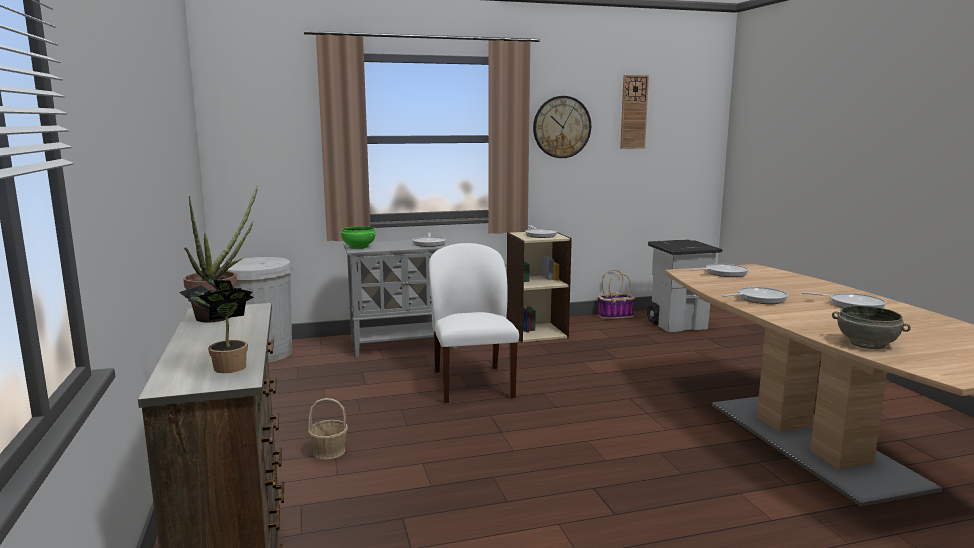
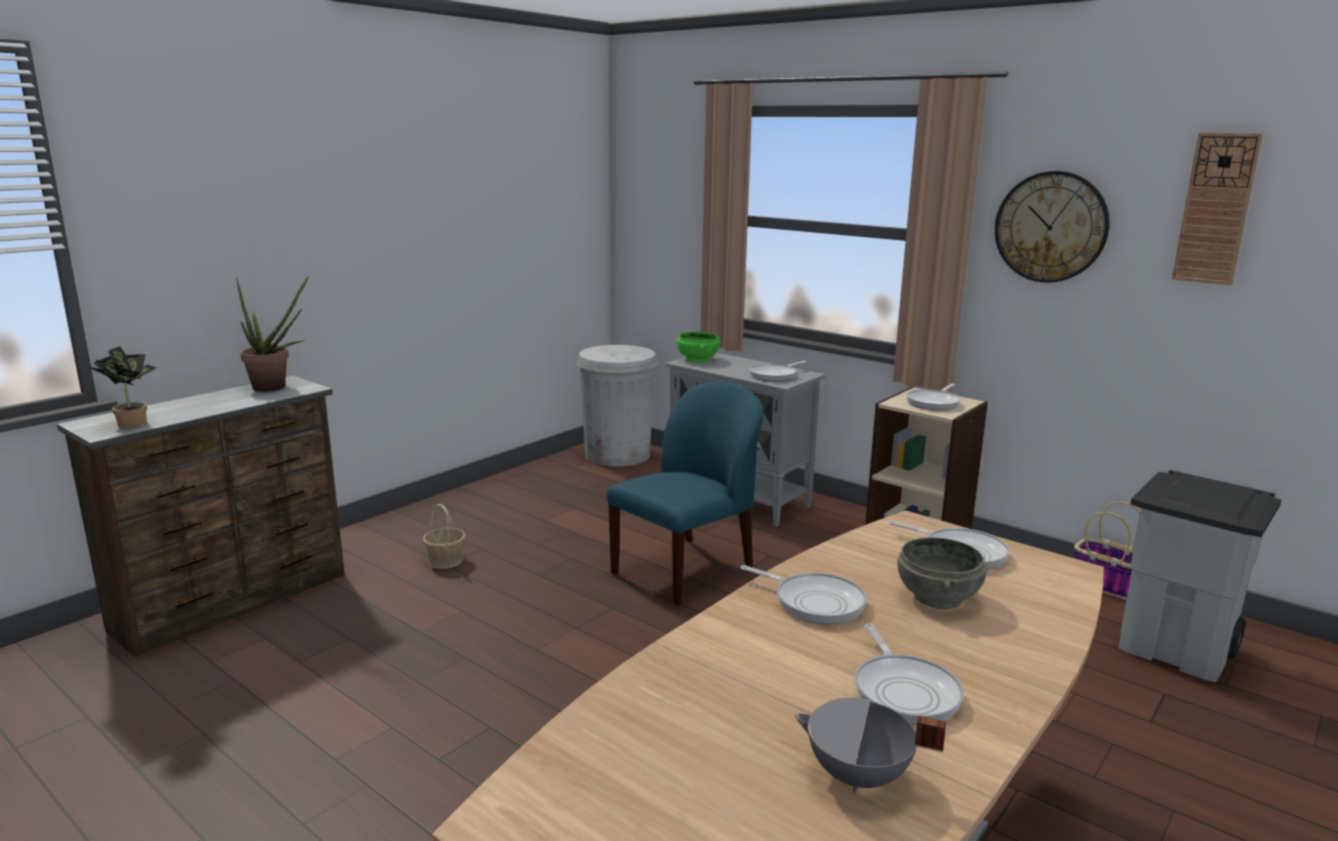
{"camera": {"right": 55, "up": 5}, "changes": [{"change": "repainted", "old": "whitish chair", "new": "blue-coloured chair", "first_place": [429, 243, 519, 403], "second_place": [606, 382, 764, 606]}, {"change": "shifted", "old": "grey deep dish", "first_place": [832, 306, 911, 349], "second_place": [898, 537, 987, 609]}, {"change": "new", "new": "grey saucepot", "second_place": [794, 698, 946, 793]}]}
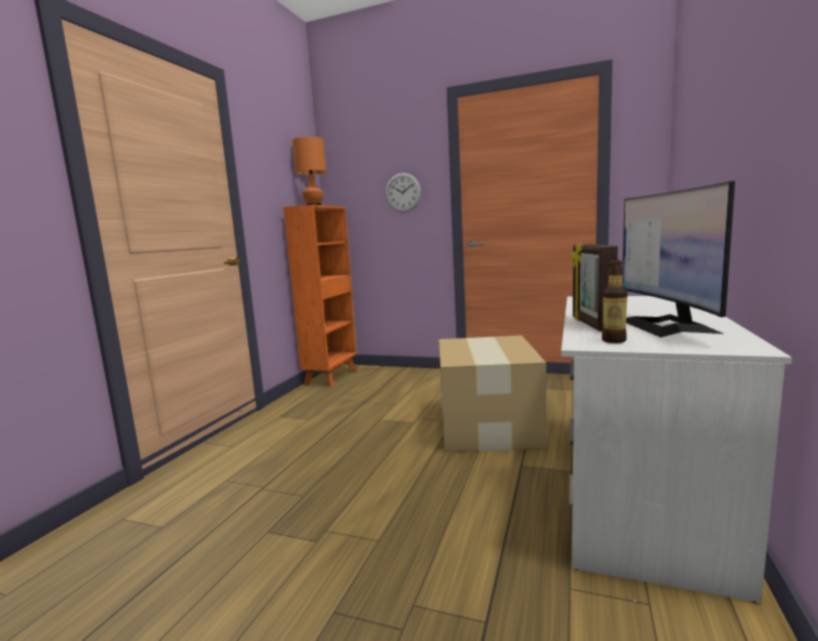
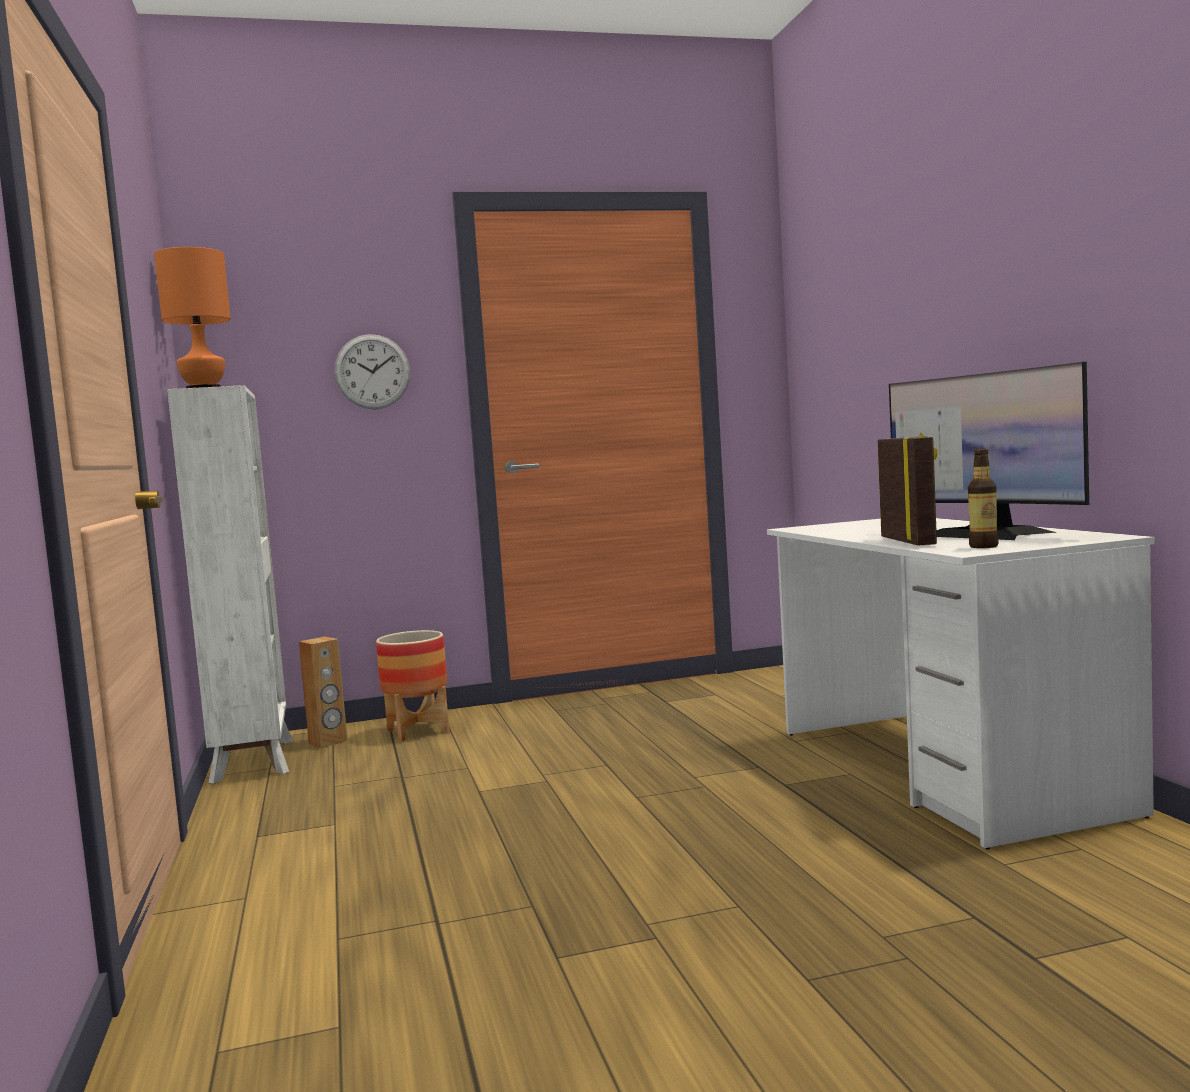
{"camera": {"right": -35, "up": -5}, "changes": [{"change": "repainted", "old": "orangey shelving unit", "new": "whitish shelving unit", "first_place": [283, 204, 357, 387], "second_place": [167, 385, 293, 784]}, {"change": "gone", "old": "packing box", "first_place": [439, 335, 546, 452]}, {"change": "rotated", "old": "picture frame", "first_place": [571, 242, 618, 332], "second_place": [877, 433, 937, 546], "degrees": -150}, {"change": "new", "new": "brown-coloured speaker", "second_place": [299, 636, 348, 748]}, {"change": "new", "new": "flower pot", "second_place": [376, 630, 449, 742]}]}
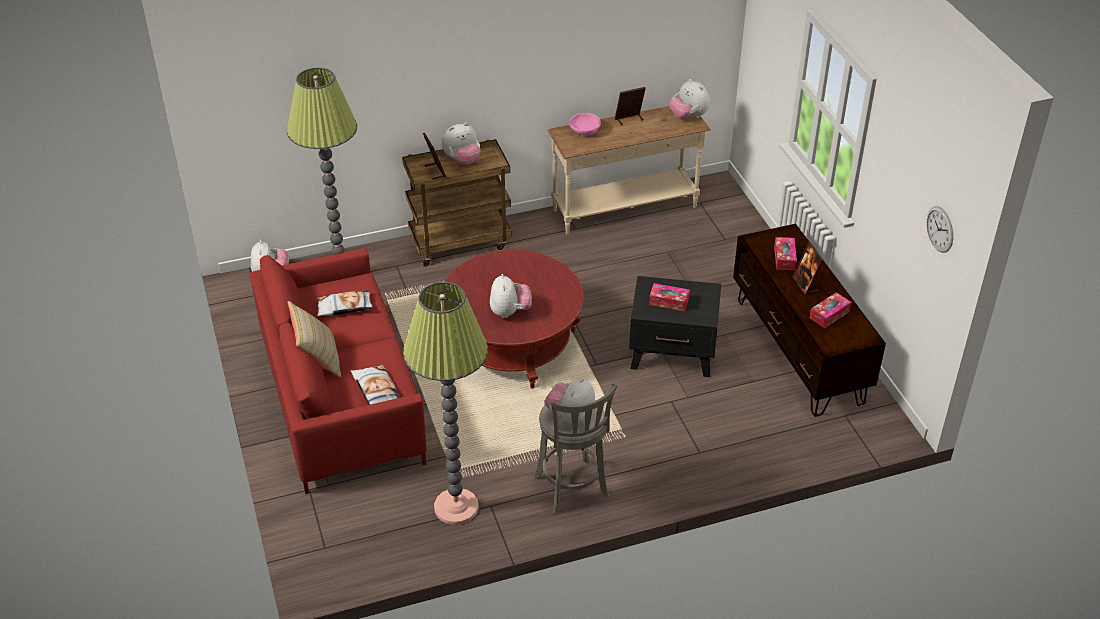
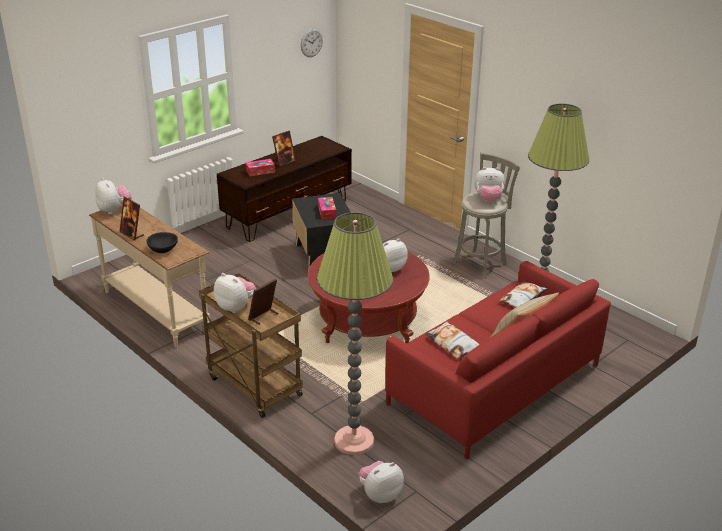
{"camera": {"right": -115, "up": -10}, "changes": [{"change": "repainted", "old": "pink-coloured deep dish", "new": "black deep dish", "first_place": [569, 113, 601, 136], "second_place": [147, 232, 178, 253]}, {"change": "rotated", "old": "cuddly toy", "first_place": [670, 79, 710, 119], "second_place": [95, 178, 132, 215], "degrees": -60}, {"change": "gone", "old": "tissue box", "first_place": [810, 292, 852, 328]}]}
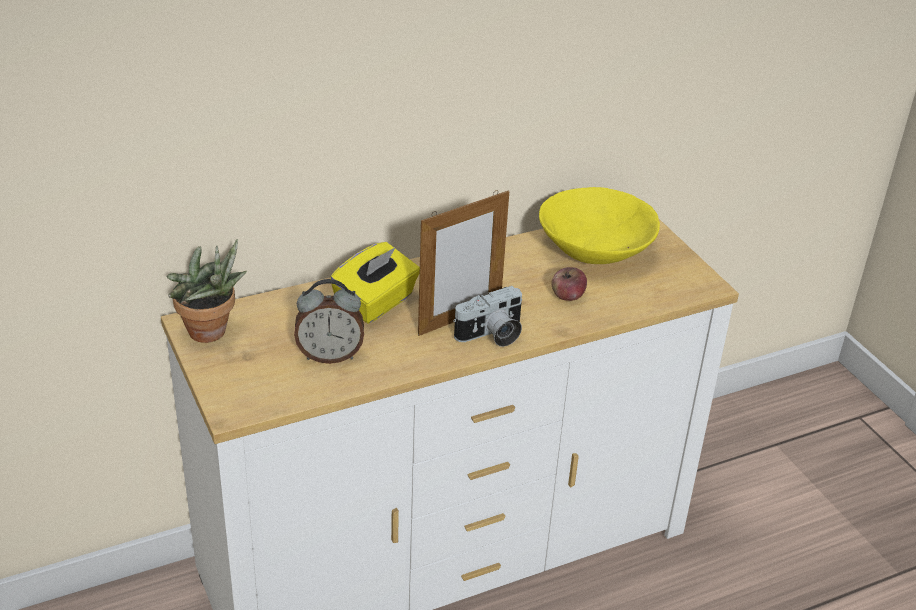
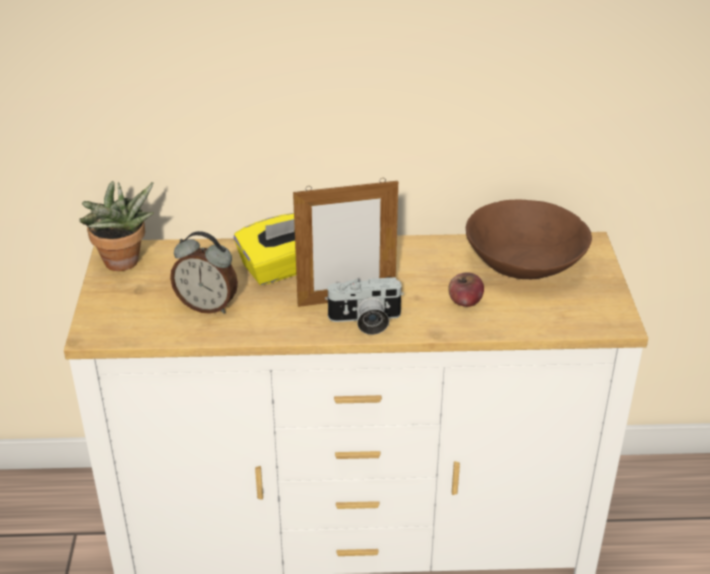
{"camera": {"right": 25, "up": 0}, "changes": [{"change": "repainted", "old": "yellowish deep dish", "new": "brown-coloured deep dish", "first_place": [539, 187, 660, 264], "second_place": [466, 200, 592, 279]}]}
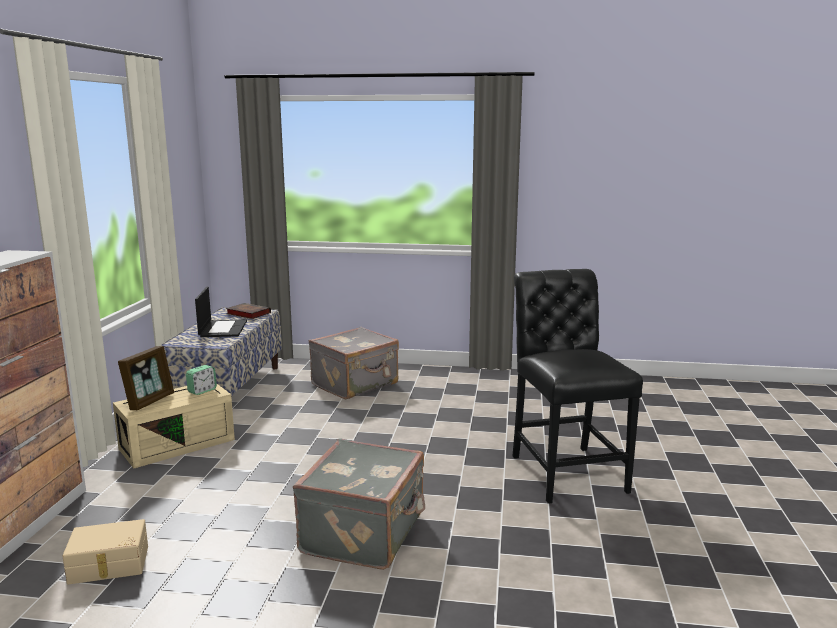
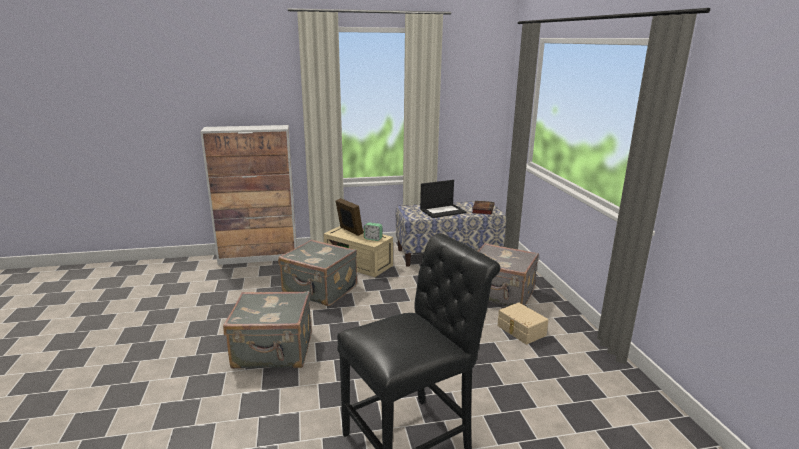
{"camera": {"right": 70, "up": 5}, "changes": [{"change": "shifted", "old": "sand-coloured storage box", "first_place": [62, 519, 148, 585], "second_place": [497, 302, 548, 345]}, {"change": "rotated", "old": "picture frame", "first_place": [118, 346, 174, 410], "second_place": [336, 198, 363, 236], "degrees": -135}, {"change": "new", "new": "grey travel case", "second_place": [278, 240, 357, 306]}]}
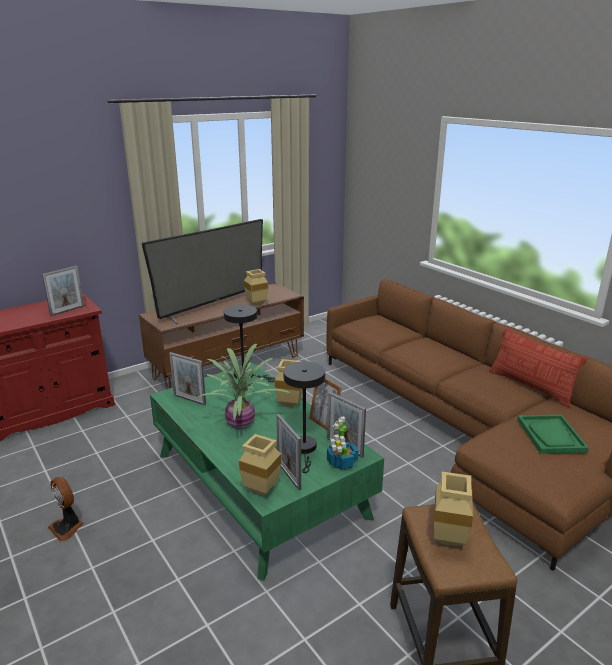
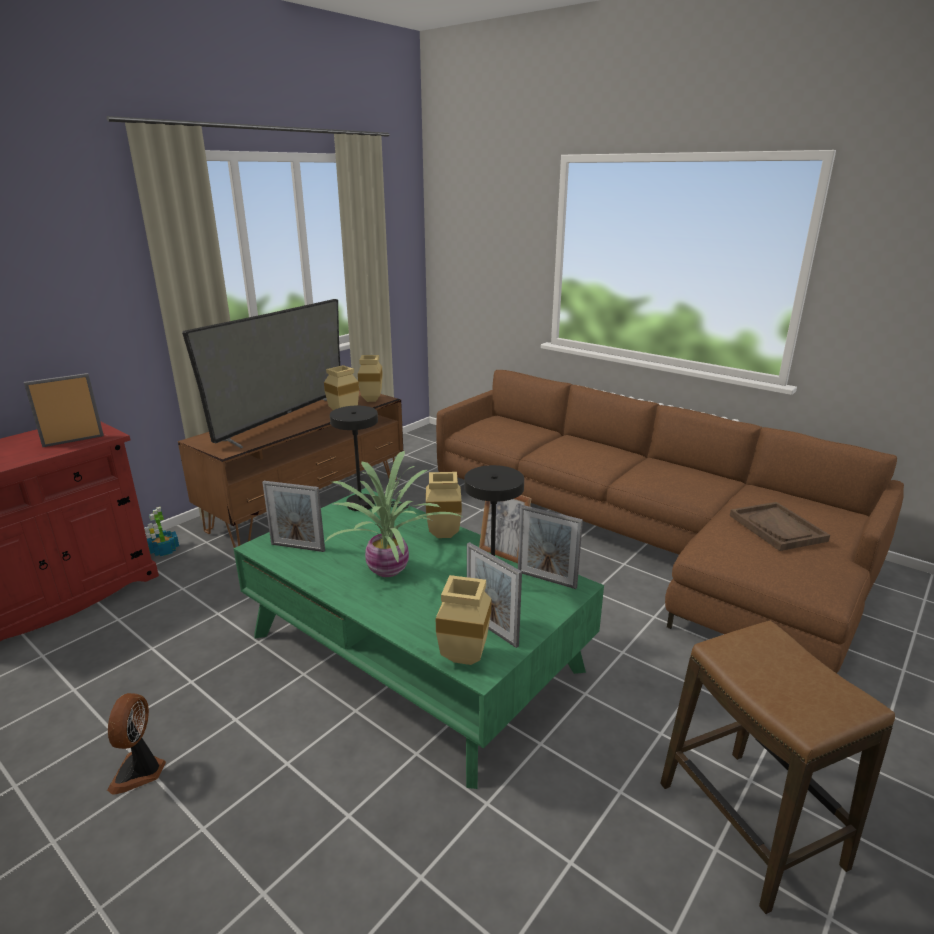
{"camera": {"right": -15, "up": 0}, "changes": [{"change": "rotated", "old": "picture frame", "first_place": [42, 266, 84, 316], "second_place": [24, 373, 104, 447], "degrees": -150}, {"change": "rotated", "old": "cooling fan", "first_place": [48, 477, 83, 542], "second_place": [107, 693, 166, 795], "degrees": 60}, {"change": "shifted", "old": "plant in a pot", "first_place": [327, 416, 358, 470], "second_place": [144, 507, 179, 557]}, {"change": "shifted", "old": "sand-coloured decorative vase", "first_place": [434, 472, 473, 546], "second_place": [358, 355, 383, 402]}, {"change": "gone", "old": "pillow", "first_place": [489, 328, 587, 407]}, {"change": "repainted", "old": "green serving tray", "new": "brown-coloured serving tray", "first_place": [517, 414, 589, 454], "second_place": [730, 502, 830, 551]}]}
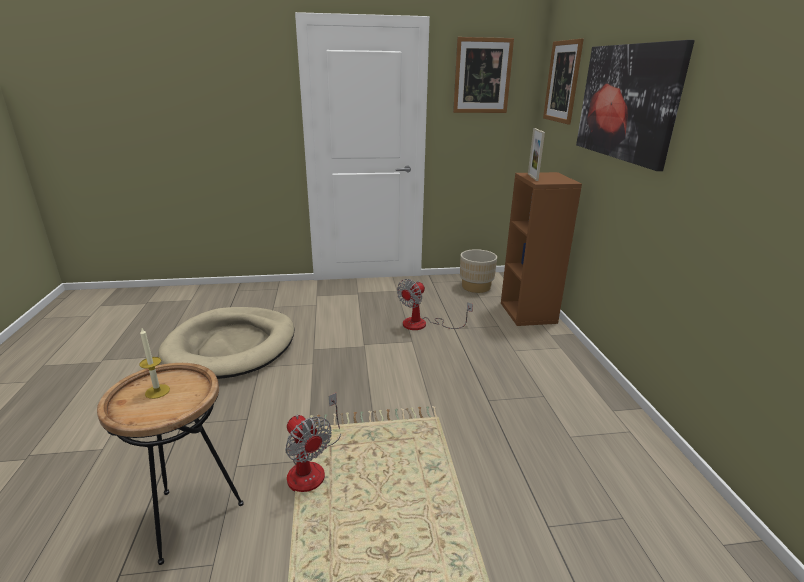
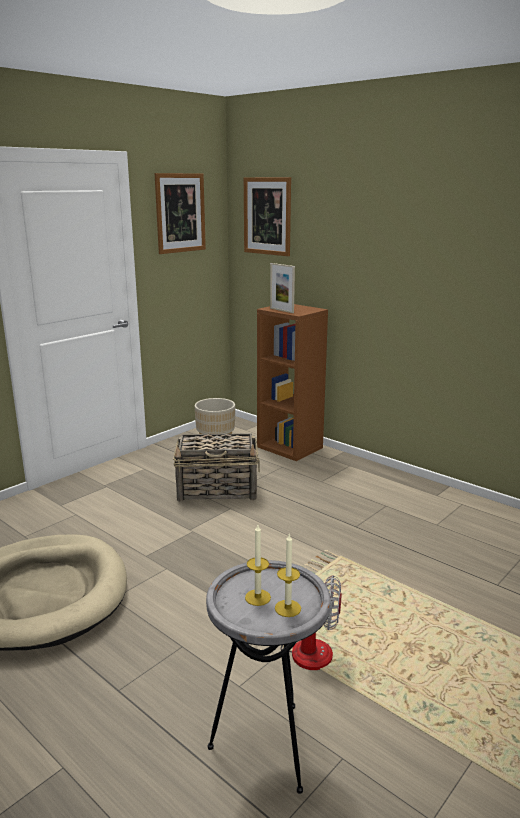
{"camera": {"right": -40, "up": -5}, "changes": [{"change": "repainted", "old": "brown-coloured side table", "new": "grey side table", "first_place": [97, 363, 244, 565], "second_place": [206, 560, 331, 794]}, {"change": "swapped", "old": "cooling fan", "new": "storage basket", "first_place": [397, 279, 473, 330], "second_place": [173, 433, 260, 502]}, {"change": "gone", "old": "wall picture", "first_place": [576, 40, 695, 171]}, {"change": "new", "new": "candle", "second_place": [275, 533, 301, 617]}]}
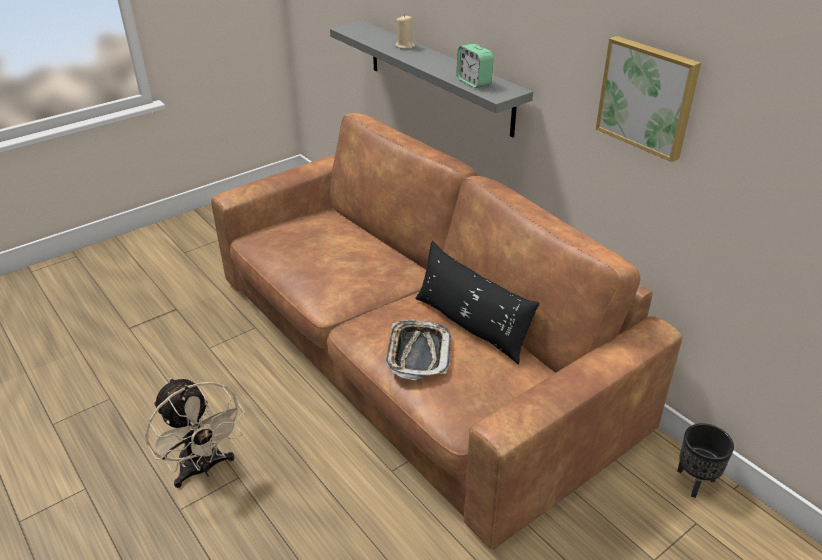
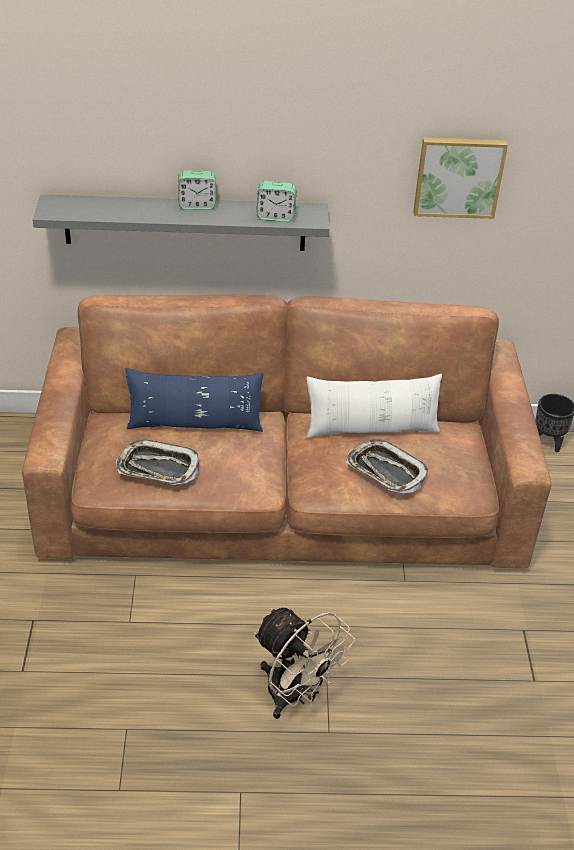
{"camera": {"right": -55, "up": 5}, "changes": [{"change": "rotated", "old": "sand-coloured cooling fan", "first_place": [145, 378, 245, 488], "second_place": [254, 608, 355, 719], "degrees": 45}, {"change": "gone", "old": "sand-coloured candle", "first_place": [395, 15, 415, 49]}, {"change": "repainted", "old": "black pillow", "new": "whitish pillow", "first_place": [415, 241, 540, 365], "second_place": [306, 374, 442, 438]}, {"change": "new", "new": "serving tray", "second_place": [116, 440, 199, 485]}, {"change": "new", "new": "blue-coloured pillow", "second_place": [125, 368, 263, 432]}, {"change": "new", "new": "table clock", "second_place": [178, 171, 216, 210]}]}
